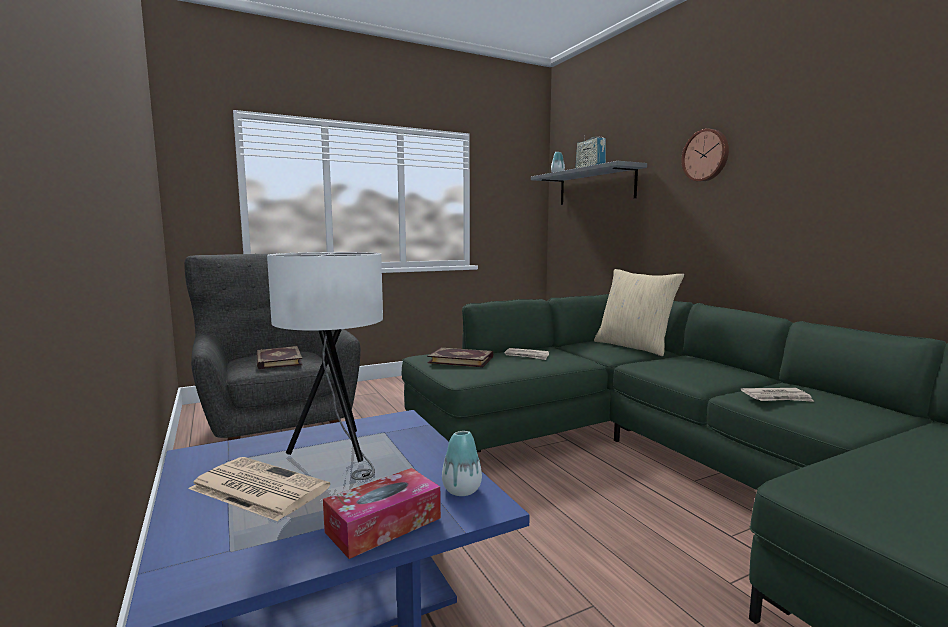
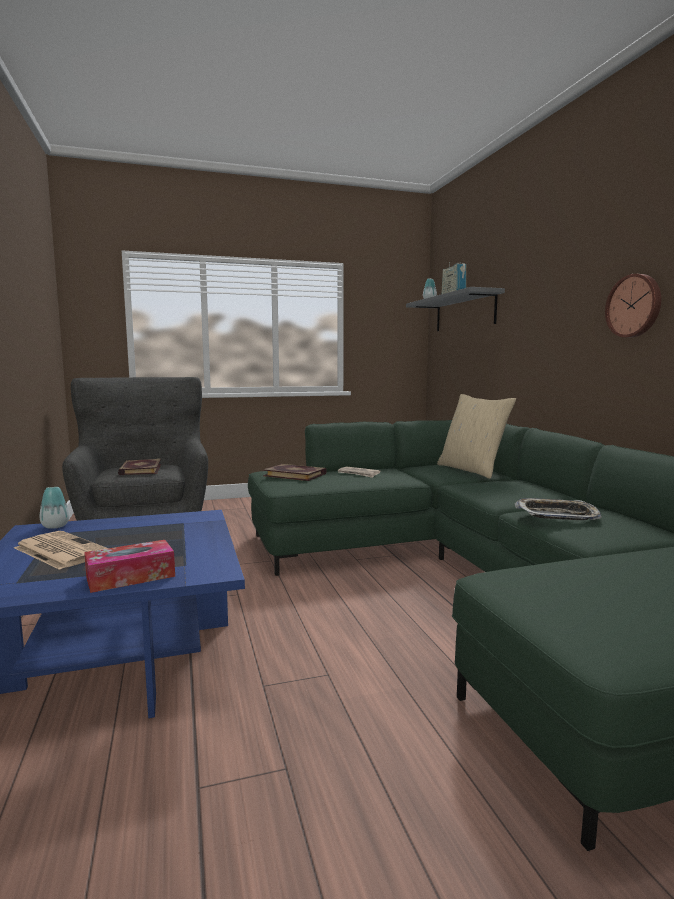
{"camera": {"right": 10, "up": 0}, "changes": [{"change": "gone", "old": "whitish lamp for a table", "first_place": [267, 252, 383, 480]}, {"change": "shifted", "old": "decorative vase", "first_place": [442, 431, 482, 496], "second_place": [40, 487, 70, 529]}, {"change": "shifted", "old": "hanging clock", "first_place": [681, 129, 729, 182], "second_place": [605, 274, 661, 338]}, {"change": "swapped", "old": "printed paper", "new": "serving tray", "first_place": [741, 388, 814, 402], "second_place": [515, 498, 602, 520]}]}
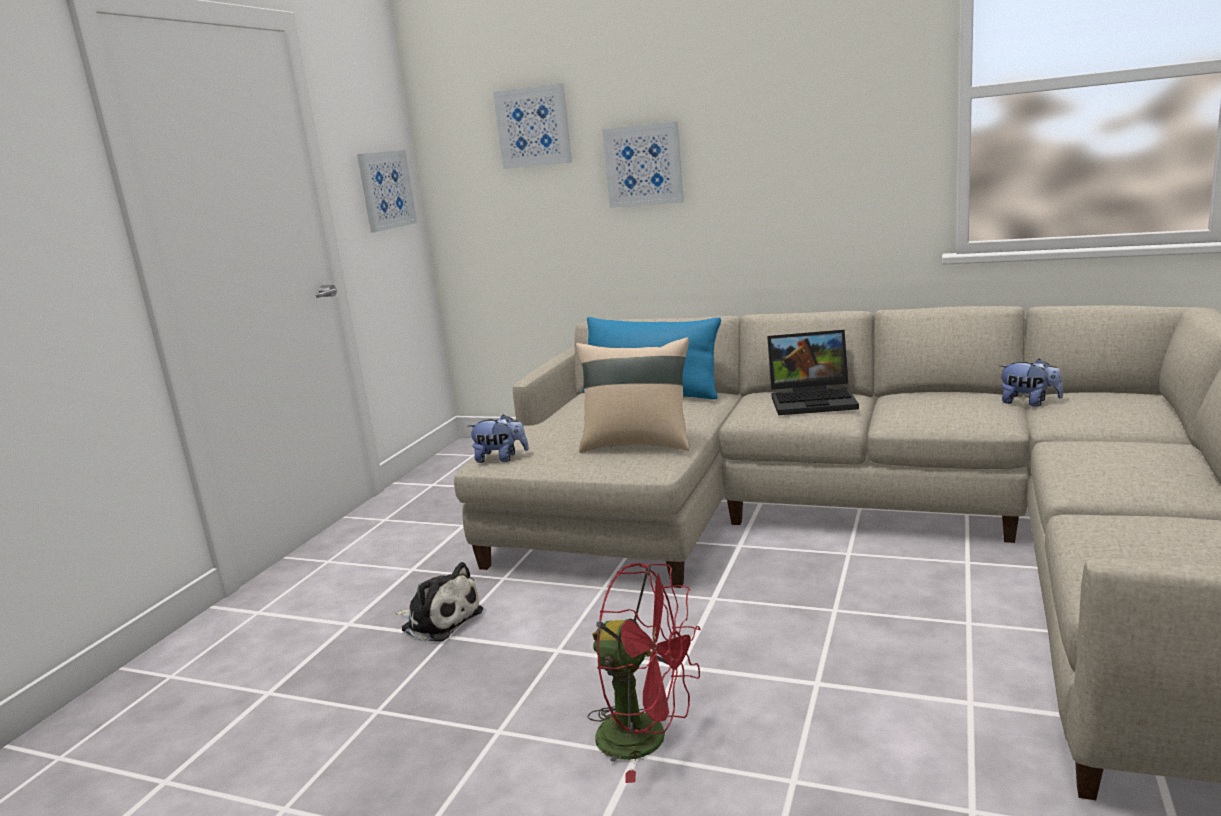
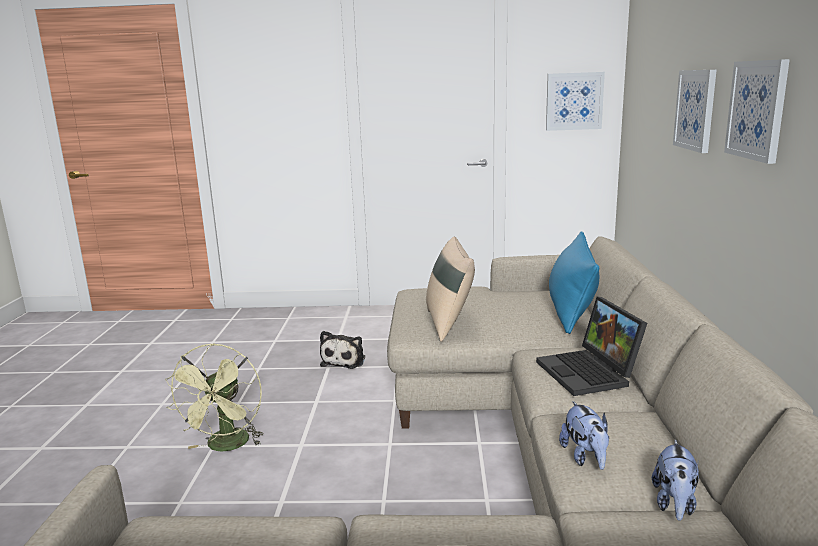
{"camera": {"right": 70, "up": 0}, "changes": [{"change": "shifted", "old": "cuddly toy", "first_place": [468, 414, 529, 463], "second_place": [559, 401, 609, 470]}, {"change": "shifted", "old": "wall picture", "first_place": [493, 83, 572, 169], "second_place": [724, 59, 790, 164]}, {"change": "repainted", "old": "red-coloured cooling fan", "new": "green cooling fan", "first_place": [587, 563, 700, 783], "second_place": [165, 343, 263, 451]}]}
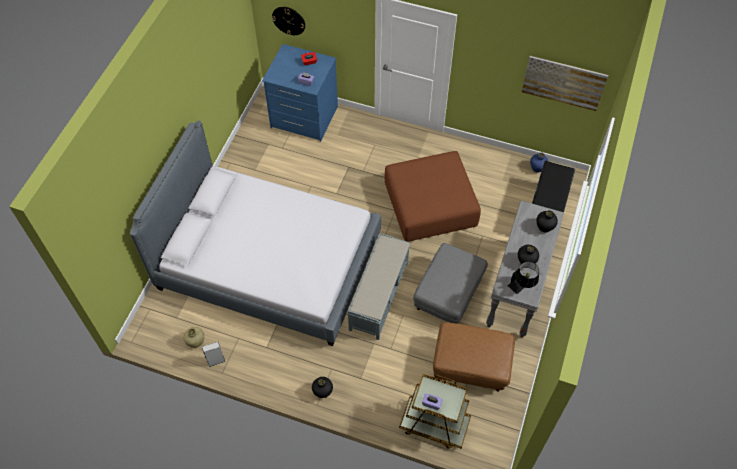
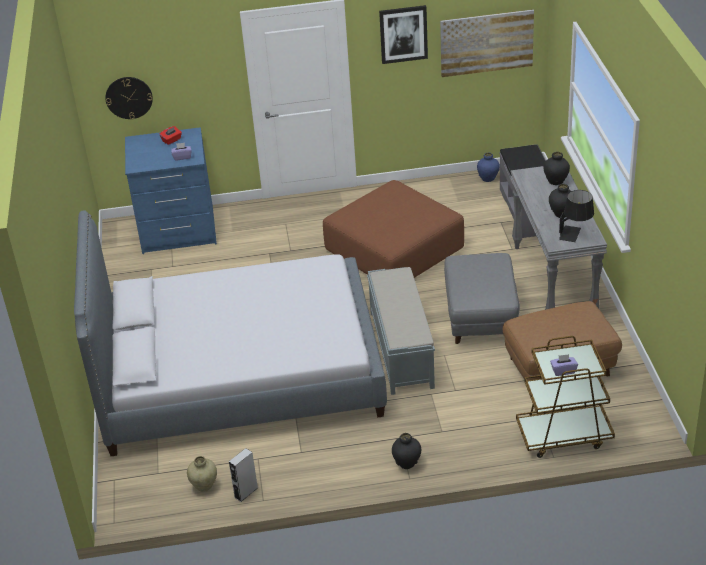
{"camera": {"right": -25, "up": -20}, "changes": [{"change": "new", "new": "wall picture", "second_place": [379, 5, 428, 64]}]}
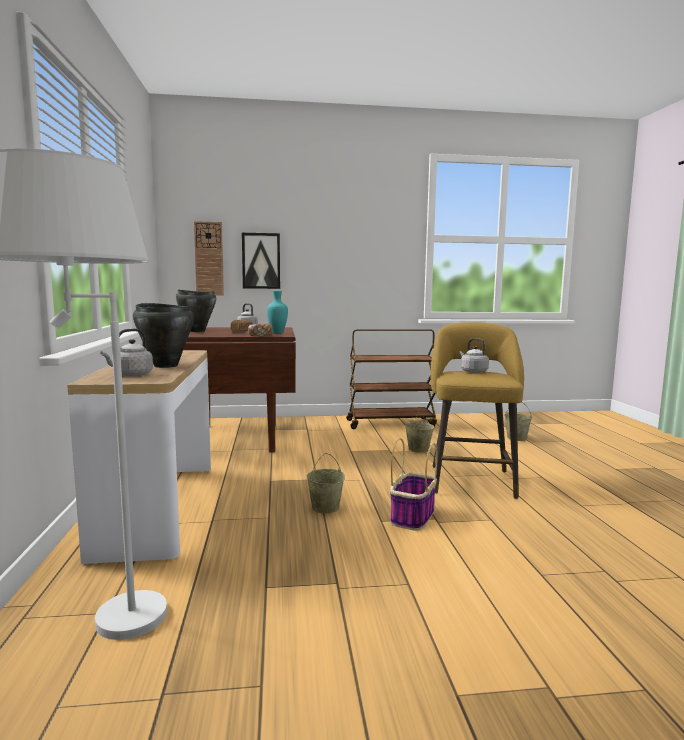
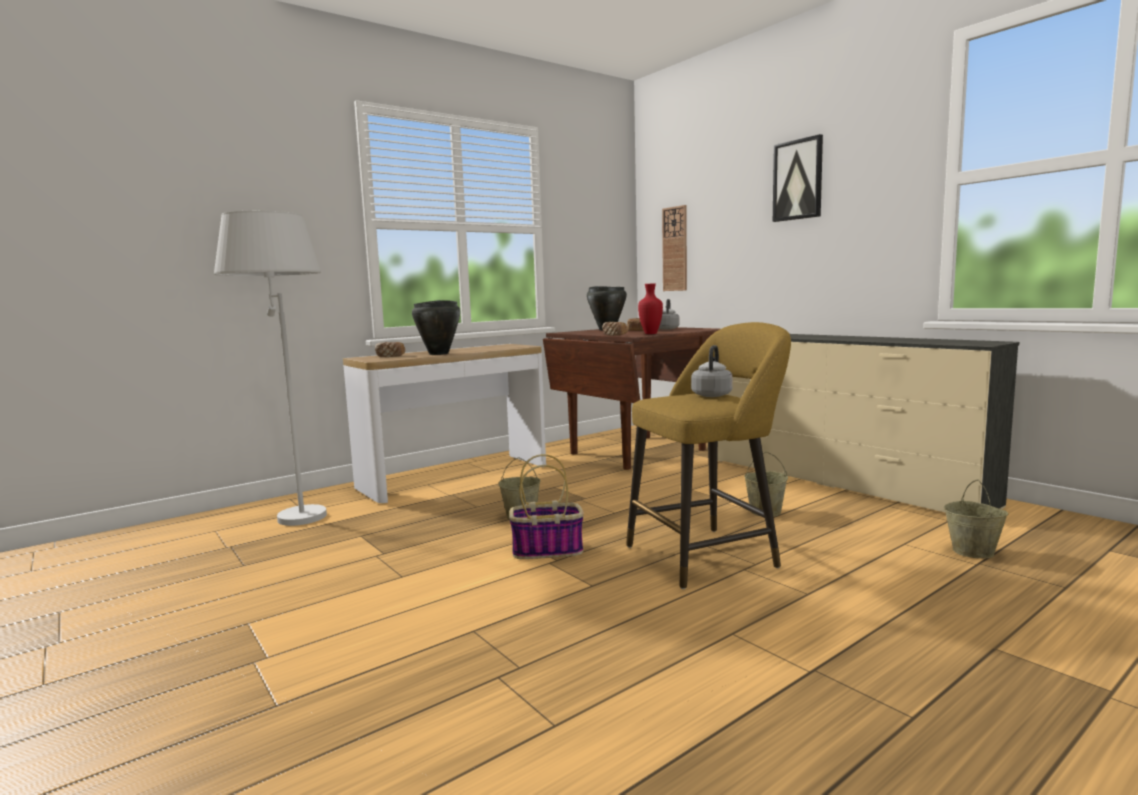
{"camera": {"right": 60, "up": 0}, "changes": [{"change": "swapped", "old": "grey kettle", "new": "bread", "first_place": [100, 328, 153, 376], "second_place": [375, 342, 405, 357]}, {"change": "shifted", "old": "wall picture", "first_place": [242, 233, 280, 289], "second_place": [773, 134, 823, 222]}, {"change": "repainted", "old": "turquoise decorative vase", "new": "red-coloured decorative vase", "first_place": [267, 291, 288, 334], "second_place": [638, 284, 663, 334]}, {"change": "swapped", "old": "brown-coloured cart", "new": "sand-coloured dresser", "first_place": [346, 329, 437, 429], "second_place": [717, 334, 1019, 513]}]}
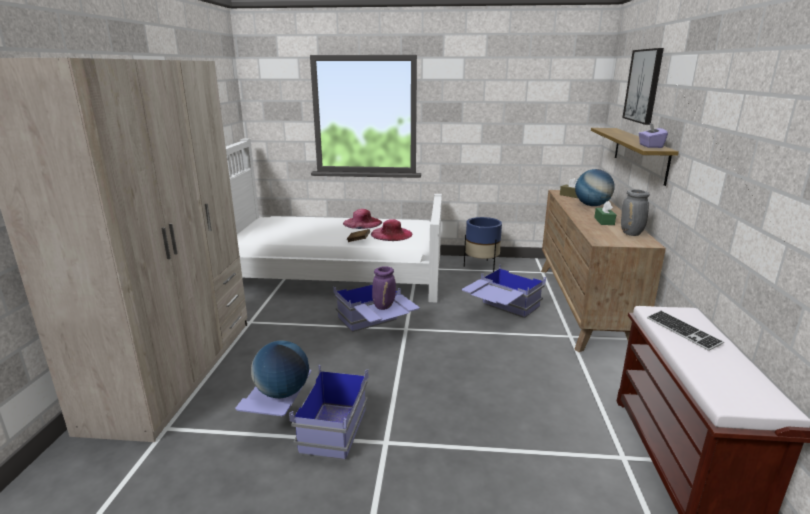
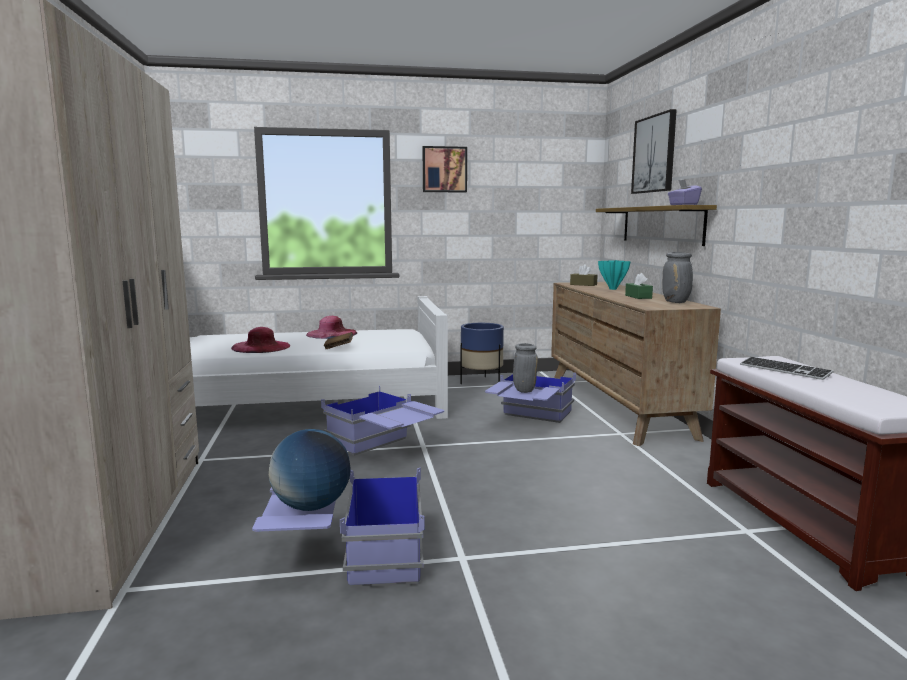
{"camera": {"right": -15, "up": -10}, "changes": [{"change": "shifted", "old": "pink-coloured clothing hat", "first_place": [371, 219, 413, 241], "second_place": [231, 327, 290, 353]}, {"change": "gone", "old": "purple decorative vase", "first_place": [372, 266, 396, 310]}, {"change": "swapped", "old": "desk globe", "new": "turquoise decorative vase", "first_place": [575, 169, 615, 206], "second_place": [598, 260, 631, 290]}, {"change": "new", "new": "wall picture", "second_place": [422, 146, 467, 193]}, {"change": "new", "new": "grey decorative vase", "second_place": [513, 343, 538, 393]}]}
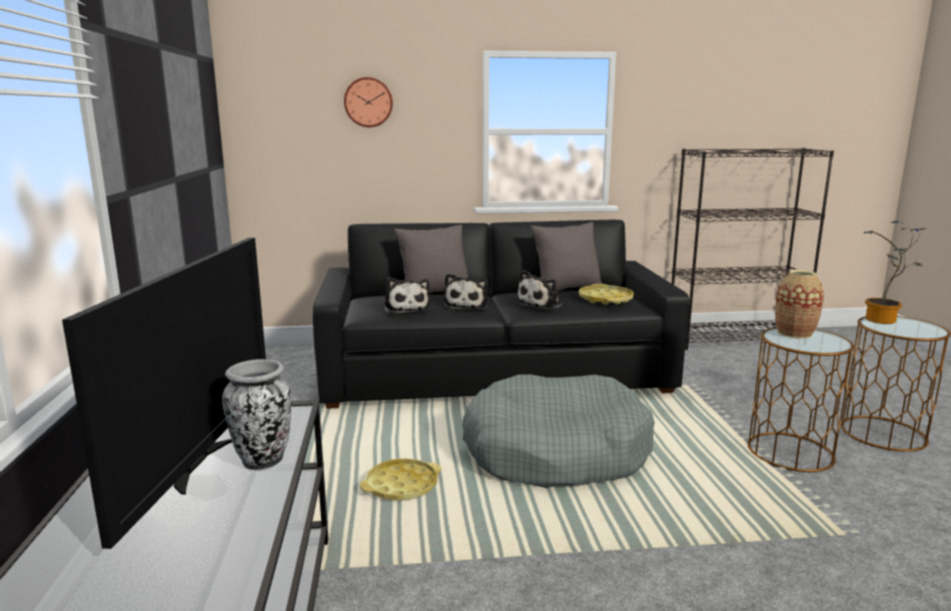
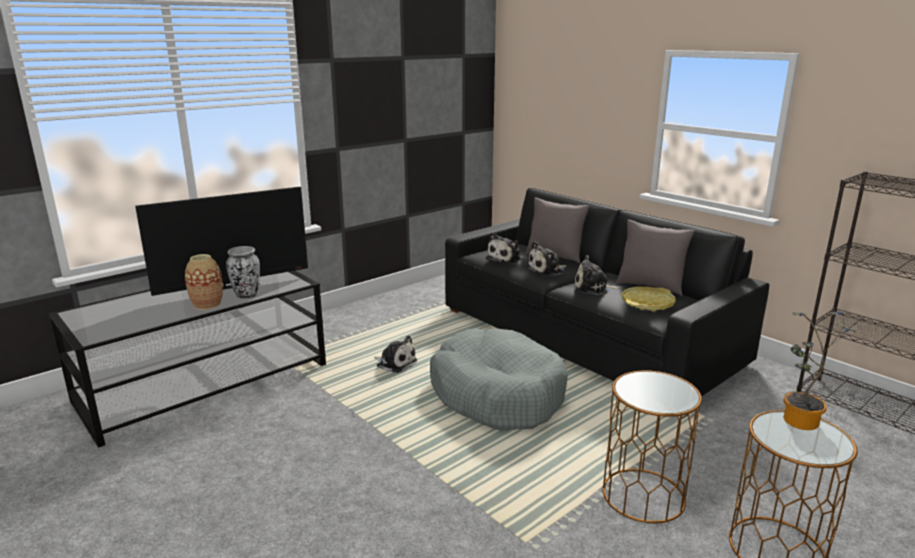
{"camera": {"right": 55, "up": 5}, "changes": [{"change": "gone", "old": "hanging clock", "first_place": [344, 77, 393, 127]}, {"change": "swapped", "old": "yellowish serving tray", "new": "cuddly toy", "first_place": [360, 458, 441, 501], "second_place": [372, 335, 417, 373]}, {"change": "shifted", "old": "decorative vase", "first_place": [775, 270, 824, 339], "second_place": [185, 254, 223, 310]}]}
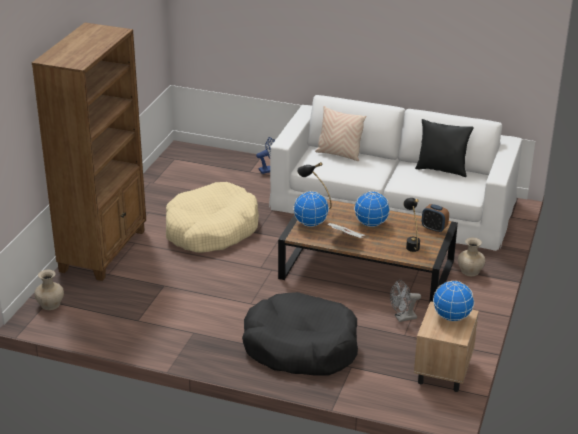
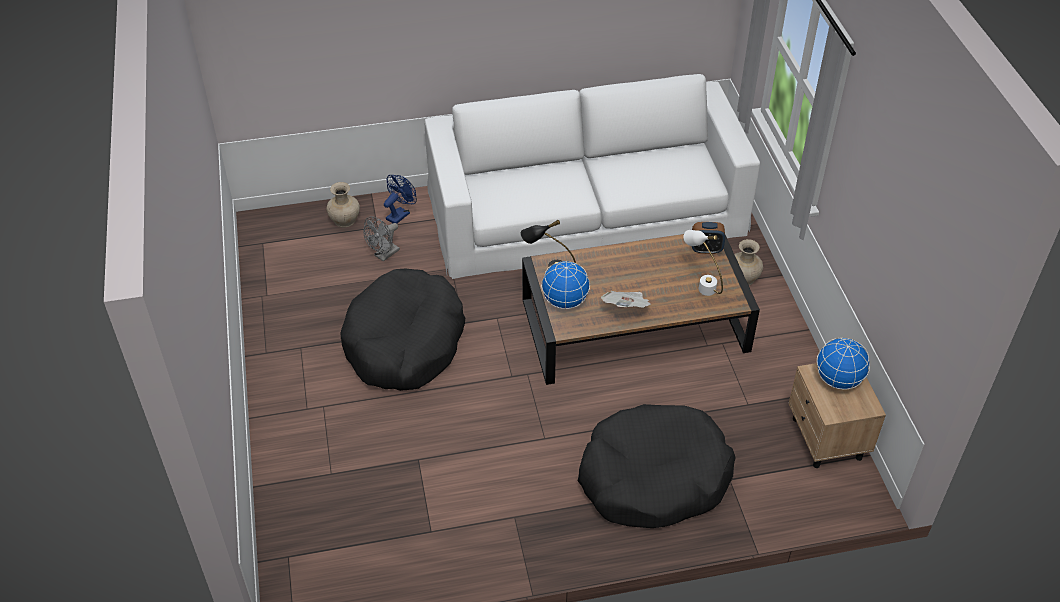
{"camera": {"right": -30, "up": 15}, "changes": [{"change": "gone", "old": "brown-coloured shelving unit", "first_place": [32, 23, 146, 281]}, {"change": "shifted", "old": "sand-coloured decorative vase", "first_place": [35, 270, 64, 310], "second_place": [326, 182, 360, 227]}, {"change": "repainted", "old": "sand-coloured dog bed", "new": "black dog bed", "first_place": [166, 182, 259, 253], "second_place": [340, 269, 465, 391]}, {"change": "gone", "old": "sand-coloured pillow", "first_place": [315, 106, 367, 161]}, {"change": "gone", "old": "desk globe", "first_place": [354, 191, 390, 227]}, {"change": "shifted", "old": "grey cooling fan", "first_place": [390, 280, 421, 322], "second_place": [363, 216, 400, 261]}, {"change": "repainted", "old": "black lamp for a table", "new": "whitish lamp for a table", "first_place": [403, 198, 420, 252], "second_place": [684, 230, 723, 296]}, {"change": "gone", "old": "black pillow", "first_place": [415, 119, 474, 177]}]}
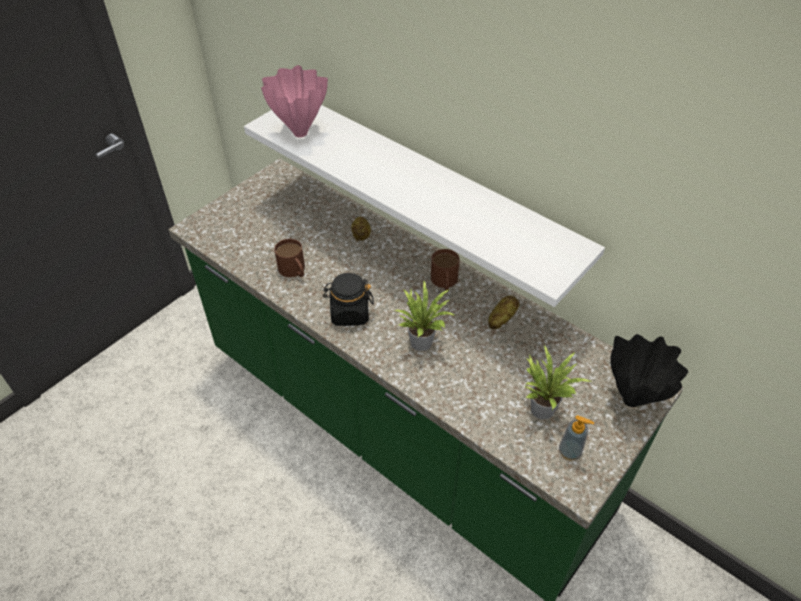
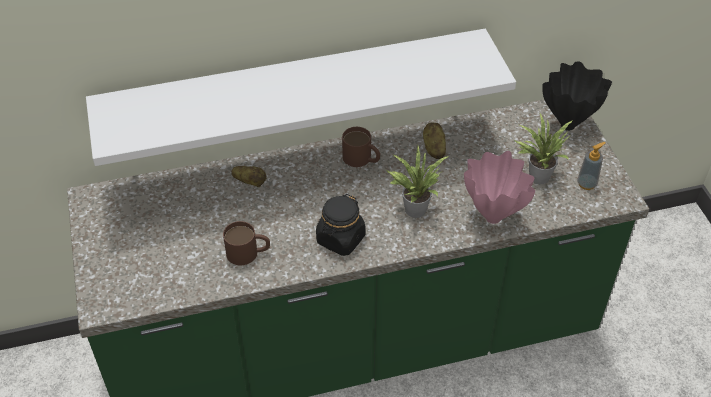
{"camera": {"right": -55, "up": 0}, "changes": [{"change": "shifted", "old": "pink-coloured decorative vase", "first_place": [261, 65, 328, 137], "second_place": [464, 151, 535, 224]}]}
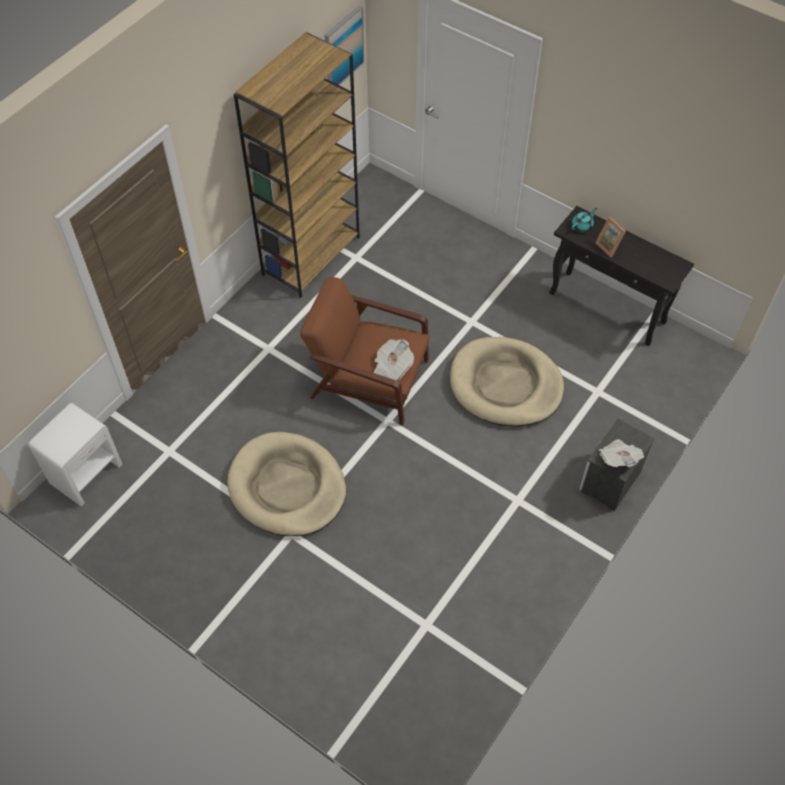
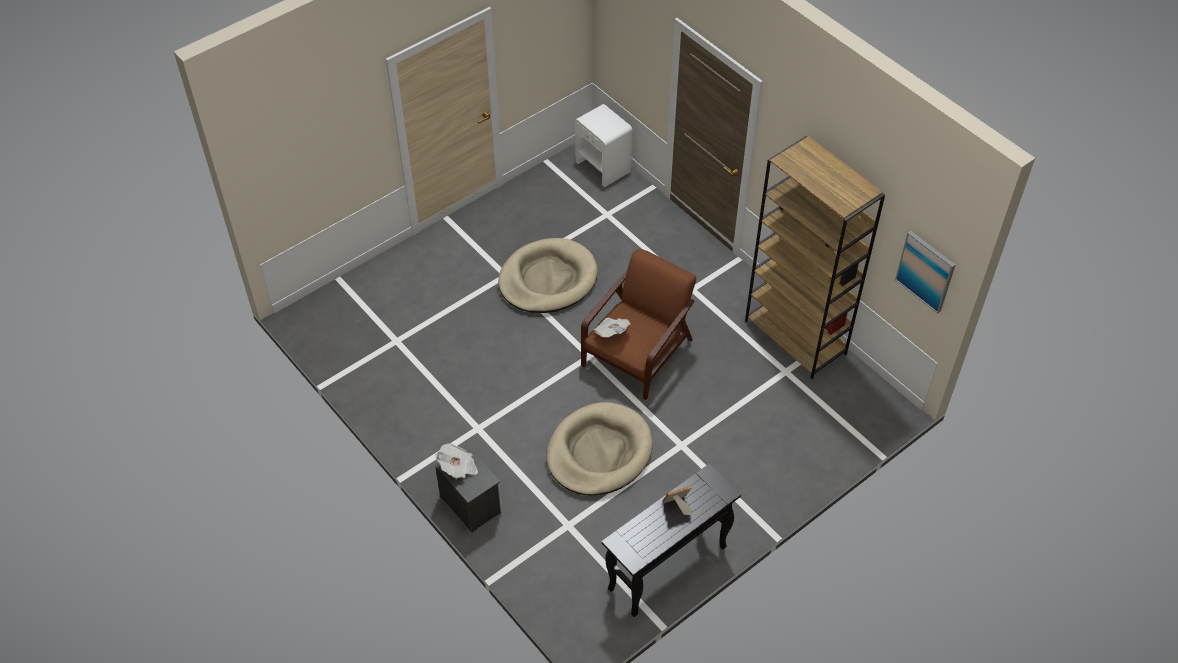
{"camera": {"right": 105, "up": -5}, "changes": [{"change": "gone", "old": "turquoise pot for tea", "first_place": [572, 208, 597, 232]}]}
